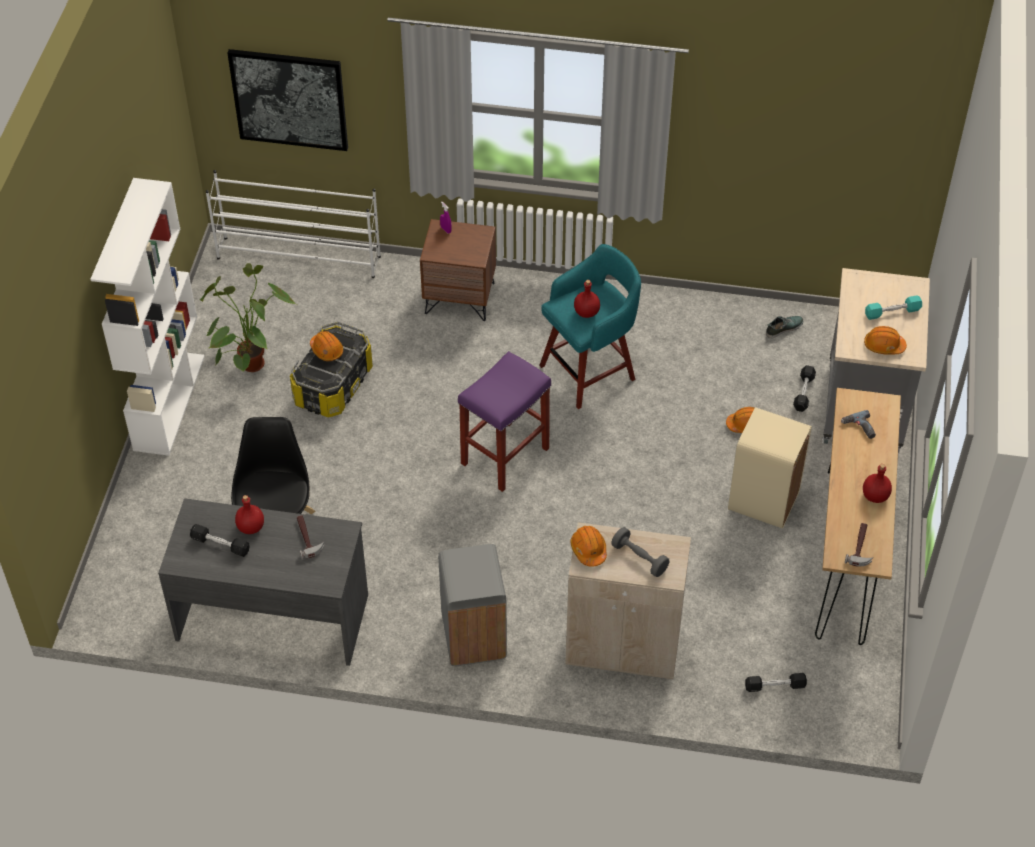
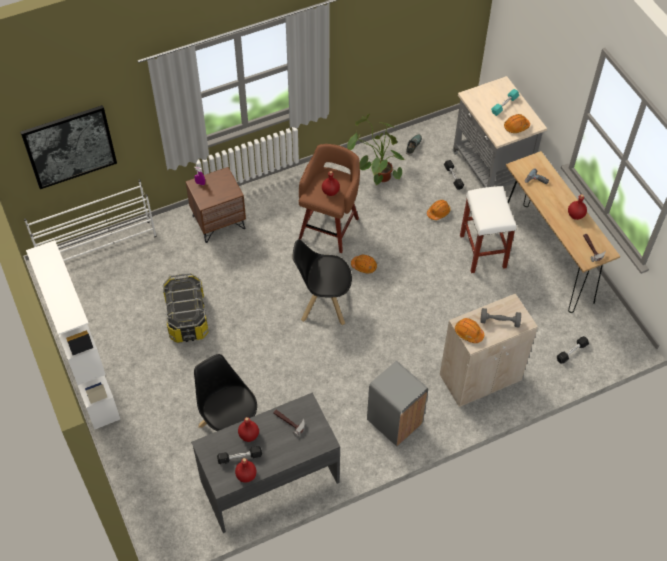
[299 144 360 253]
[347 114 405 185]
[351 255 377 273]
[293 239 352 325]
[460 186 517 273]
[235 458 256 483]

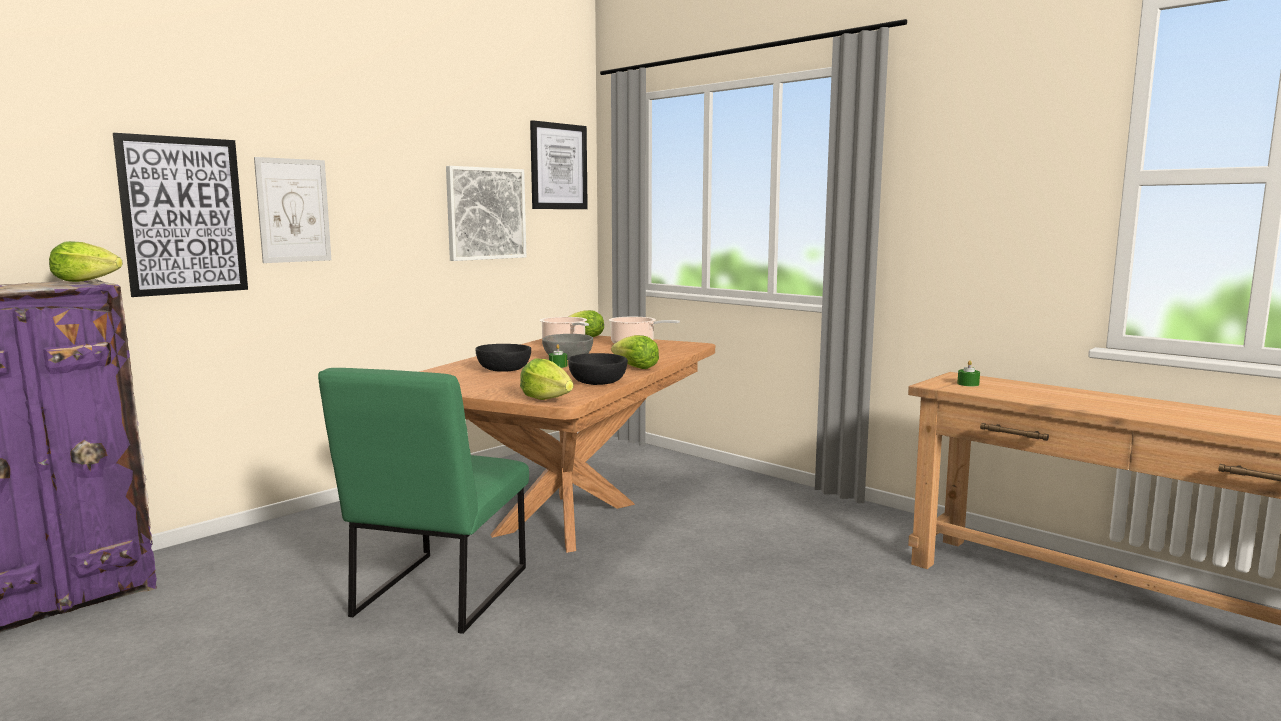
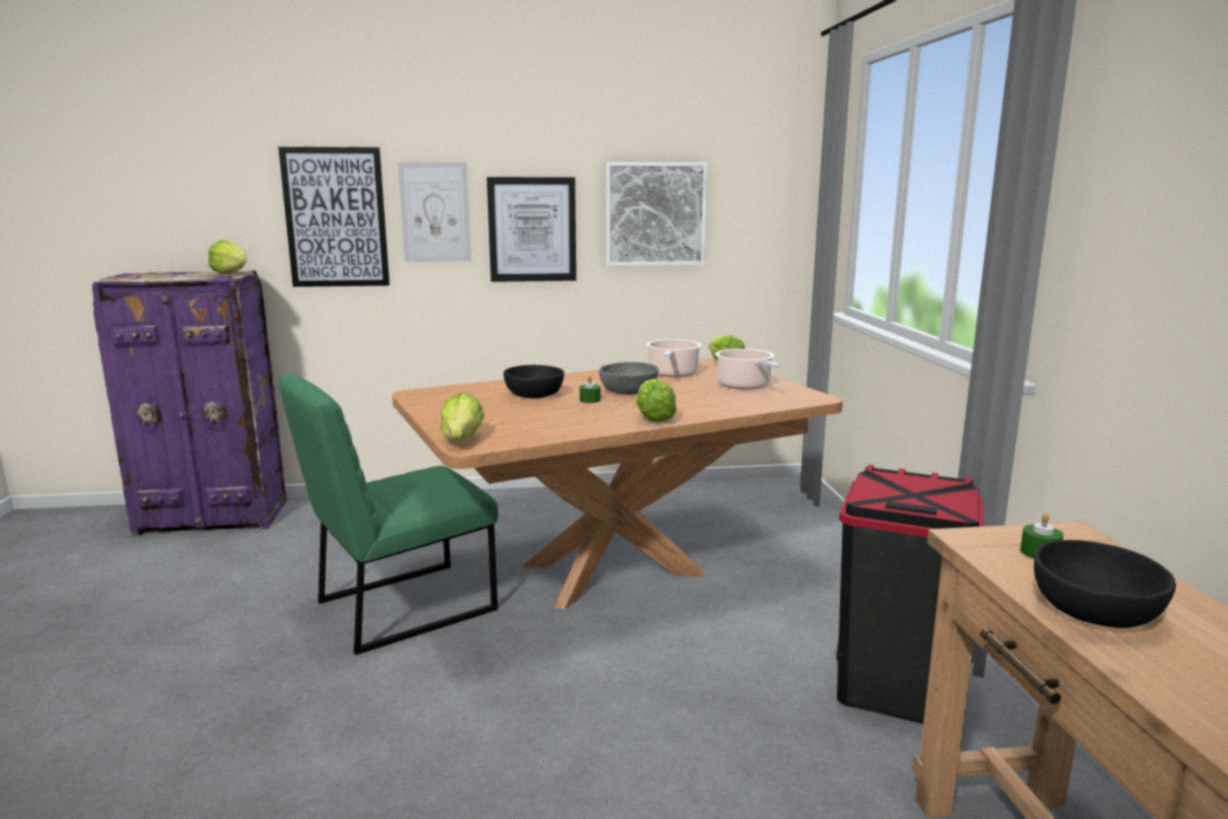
[487 177 576 282]
[1034 540 1176 628]
[836 465 984 724]

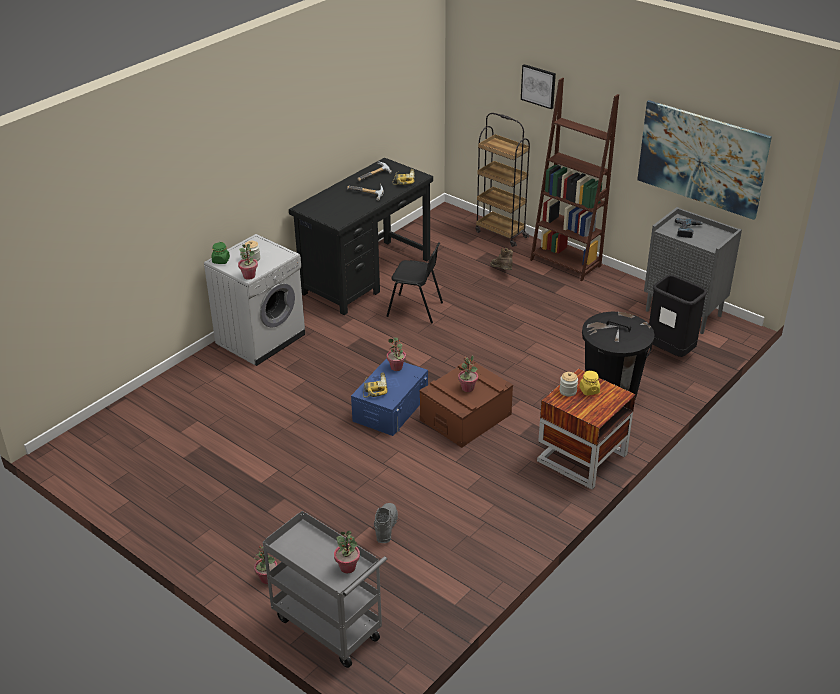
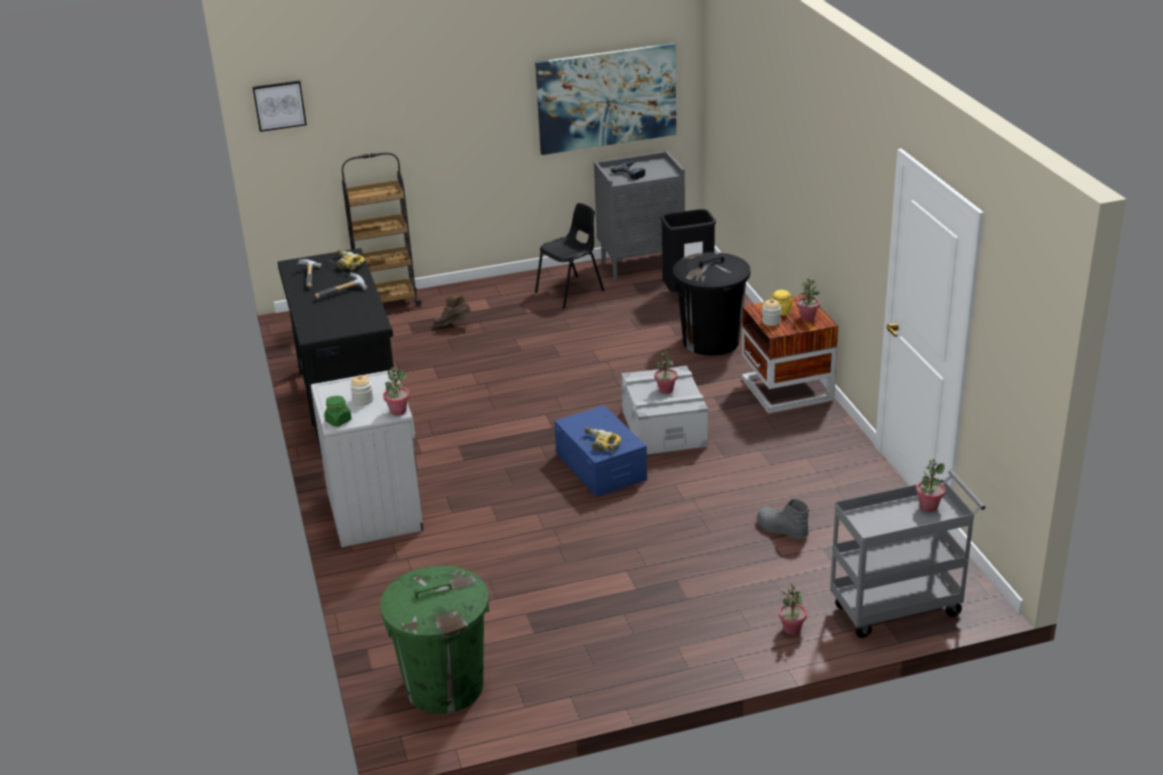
[253 81 307 132]
[530 78 619 281] (first image)
[535 203 604 309]
[797 279 820 322]
[621 365 708 455]
[380 565 489 714]

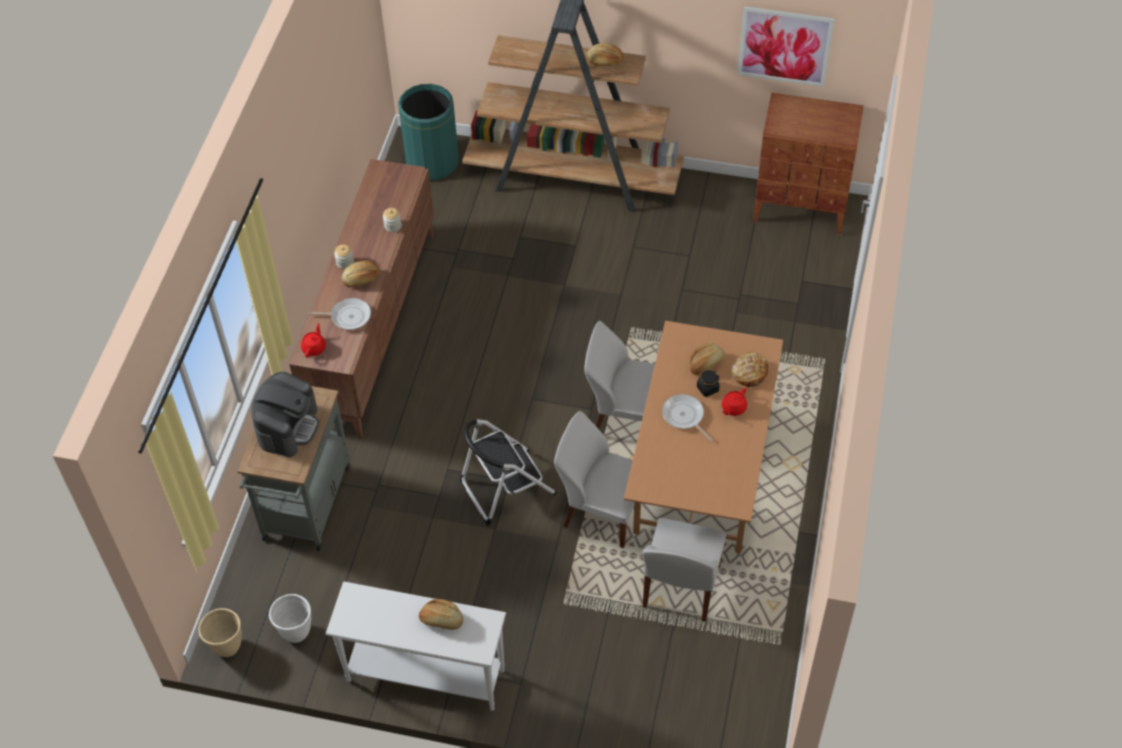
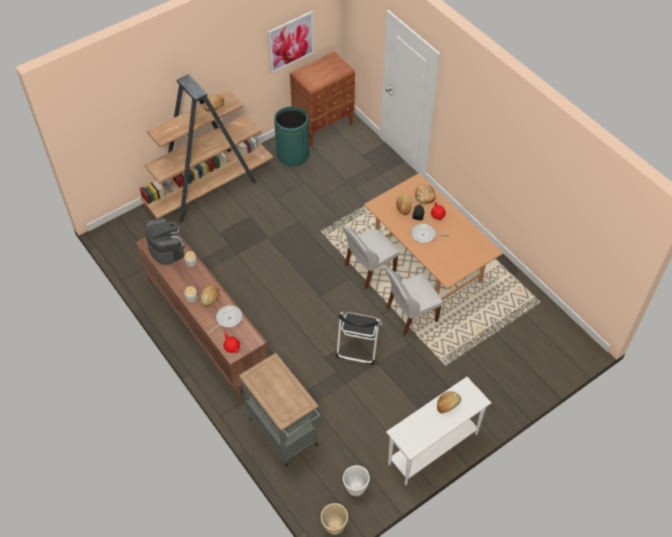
[274 106 309 166]
[145 218 185 265]
[642 518 726 622] (first image)

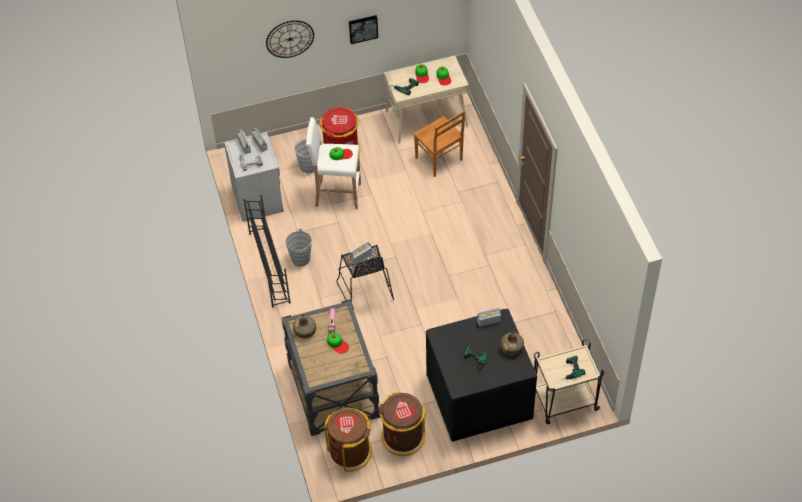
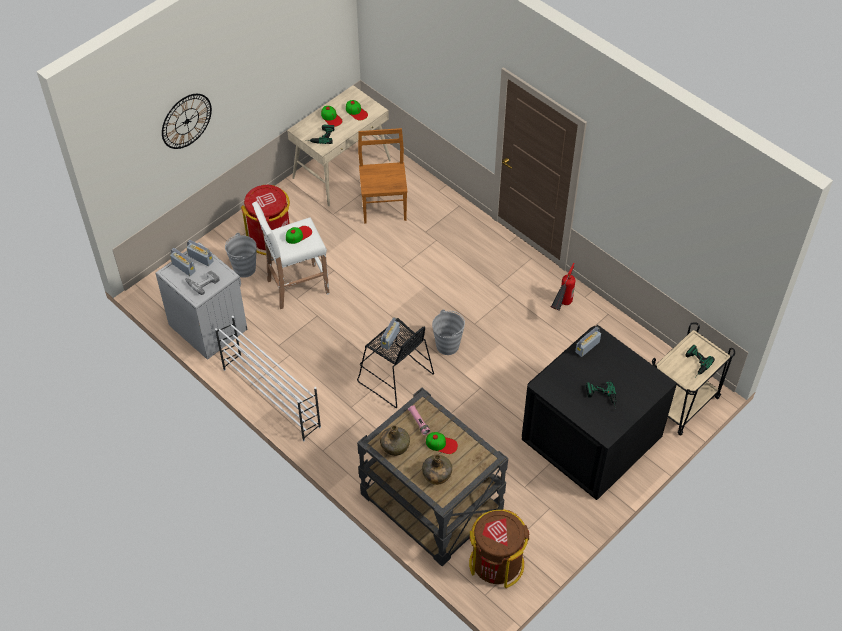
[349 15 378 44] (first image)
[358 128 407 224]
[215 316 321 441]
[432 310 465 355]
[422 454 452 485]
[379 392 426 456] (first image)
[551 263 576 311]

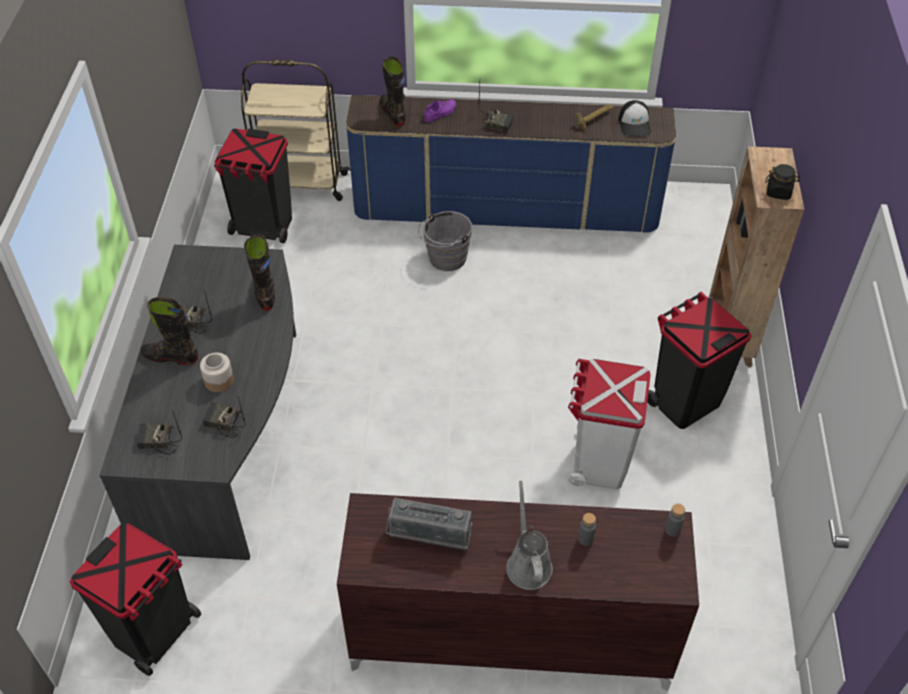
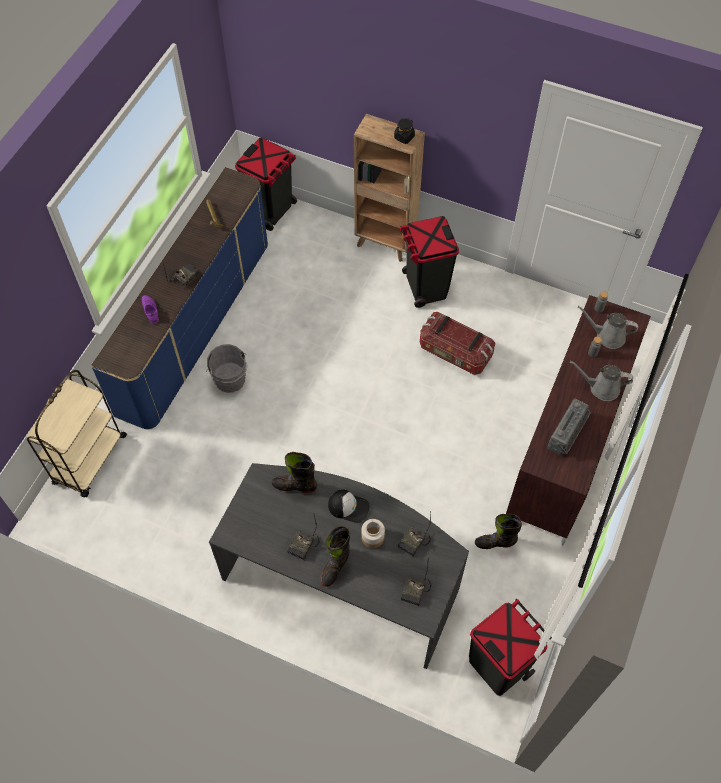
[475 514 522 549]
[328 489 370 523]
[235 137 297 231]
[420 312 496 375]
[578 306 639 349]

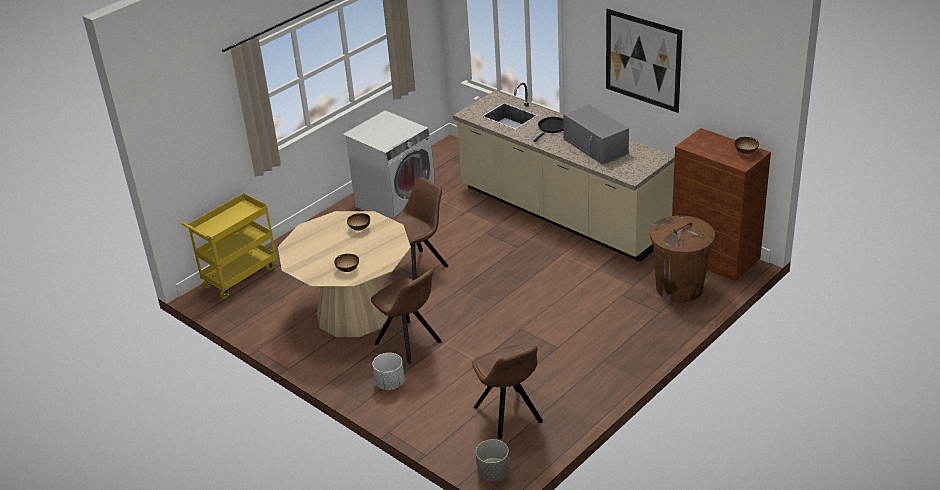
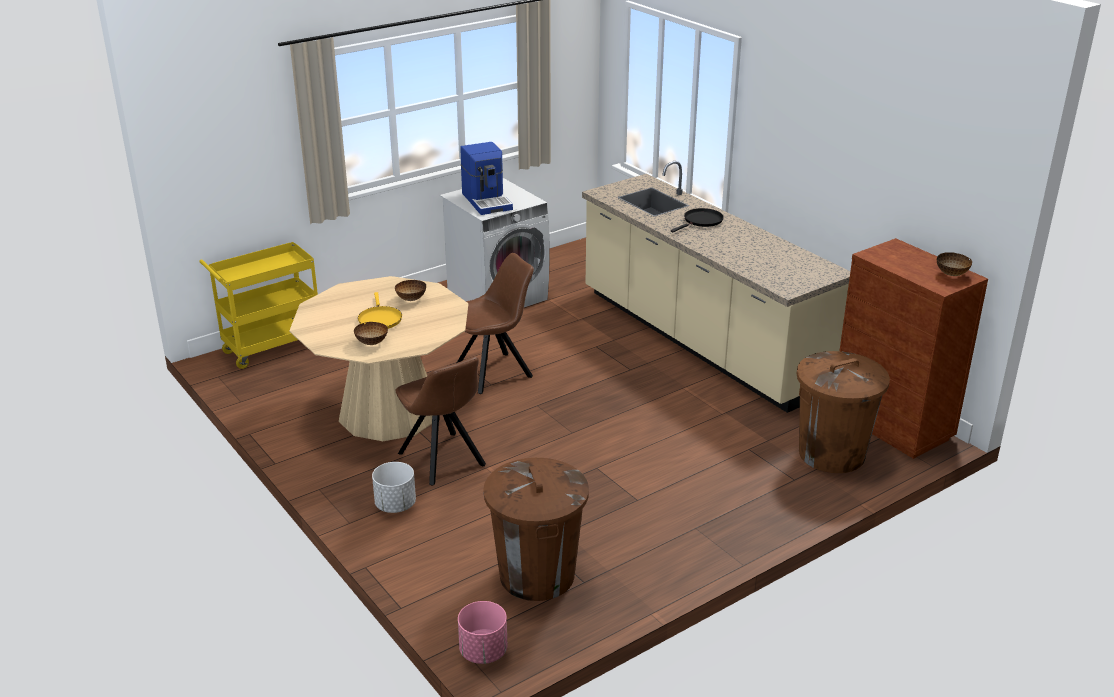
[606 9 682 113] (first image)
[563 104 629 165] (first image)
[483 458 589 601]
[458 601 507 664]
[460 142 513 215]
[358 292 402 329]

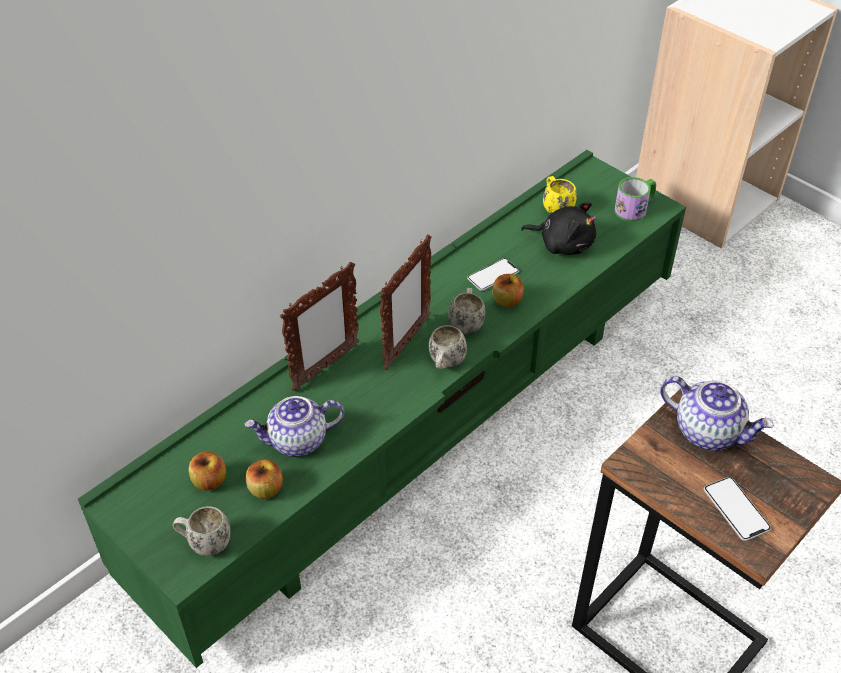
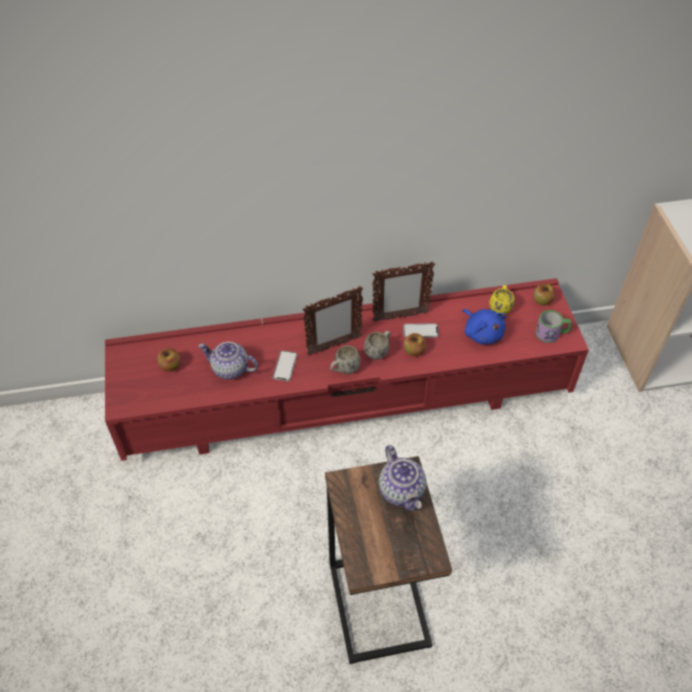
[105 278 589 461]
[463 309 506 345]
[372 261 435 322]
[534 283 555 306]
[273 351 297 381]
[173 506 231 556] (first image)

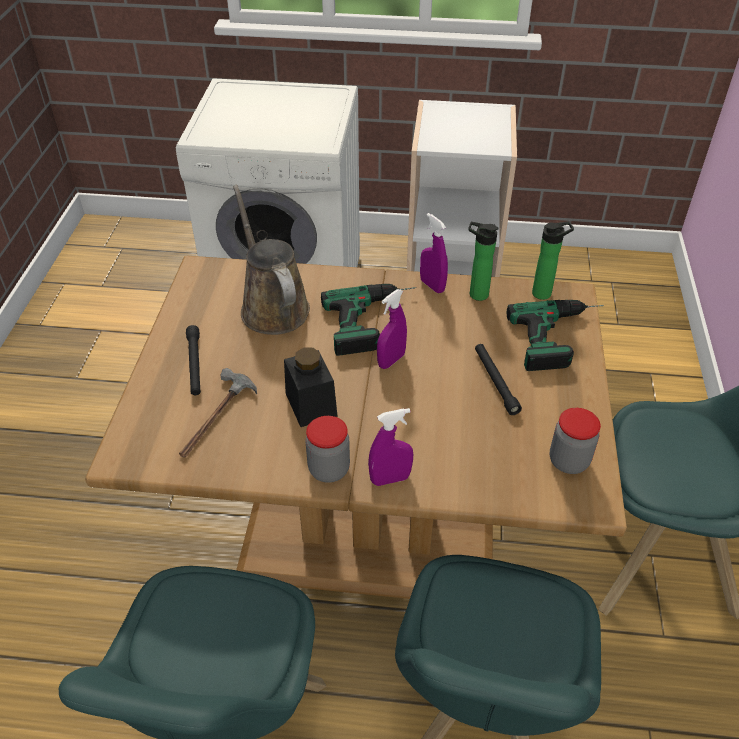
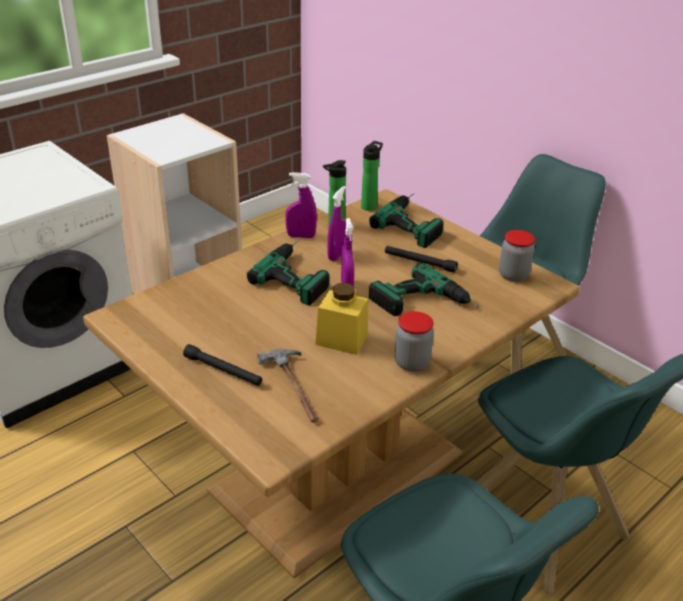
[233 185 310 335] (first image)
[316 283 368 355]
[328 186 346 261]
[369 262 483 316]

